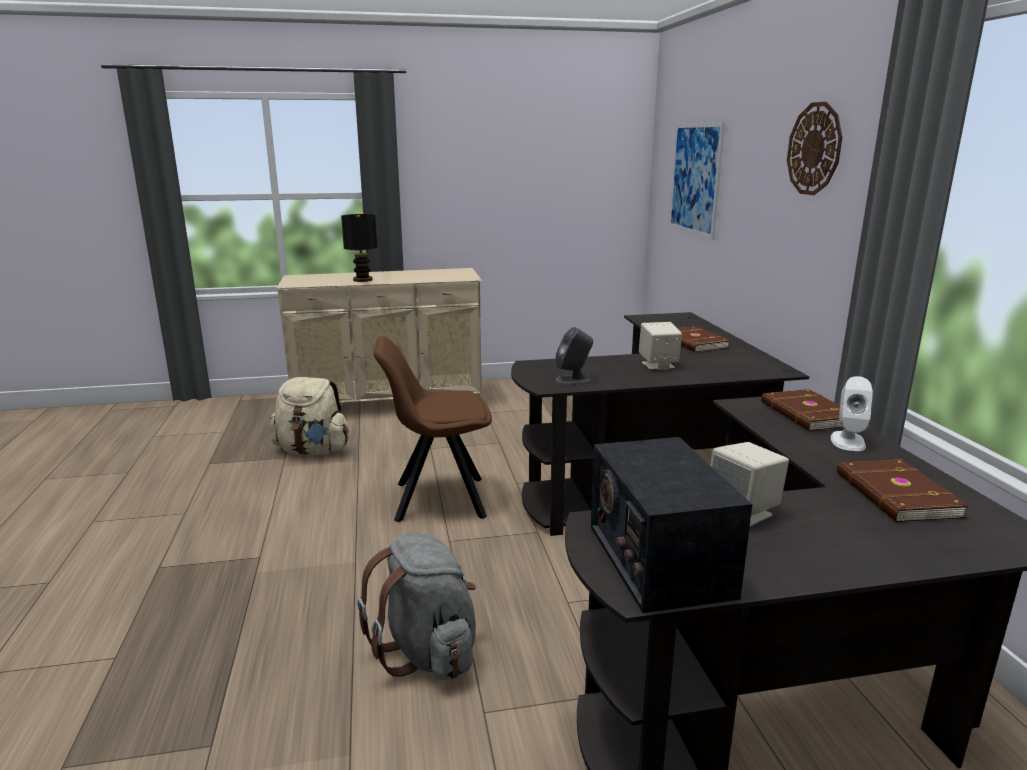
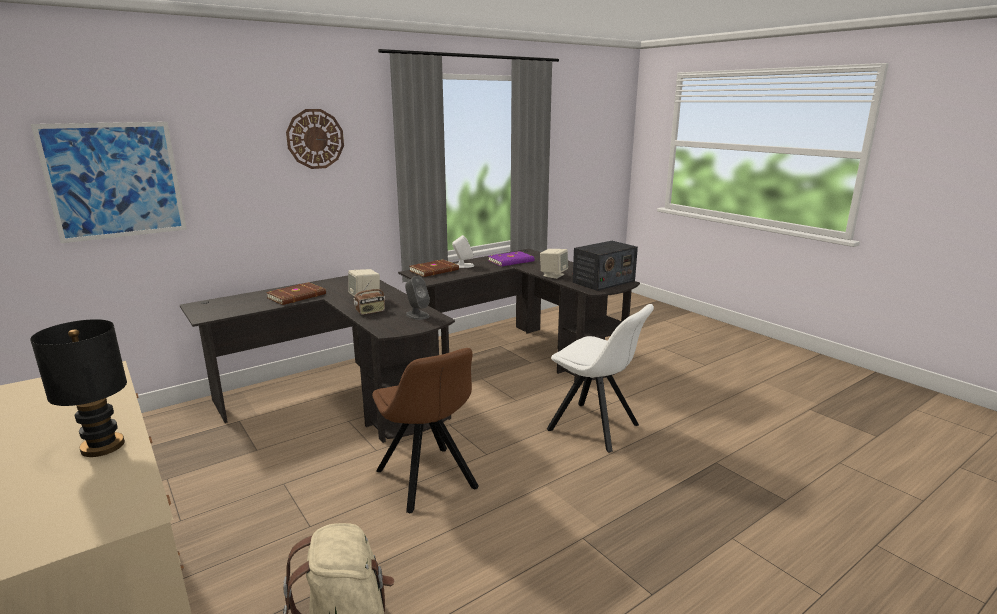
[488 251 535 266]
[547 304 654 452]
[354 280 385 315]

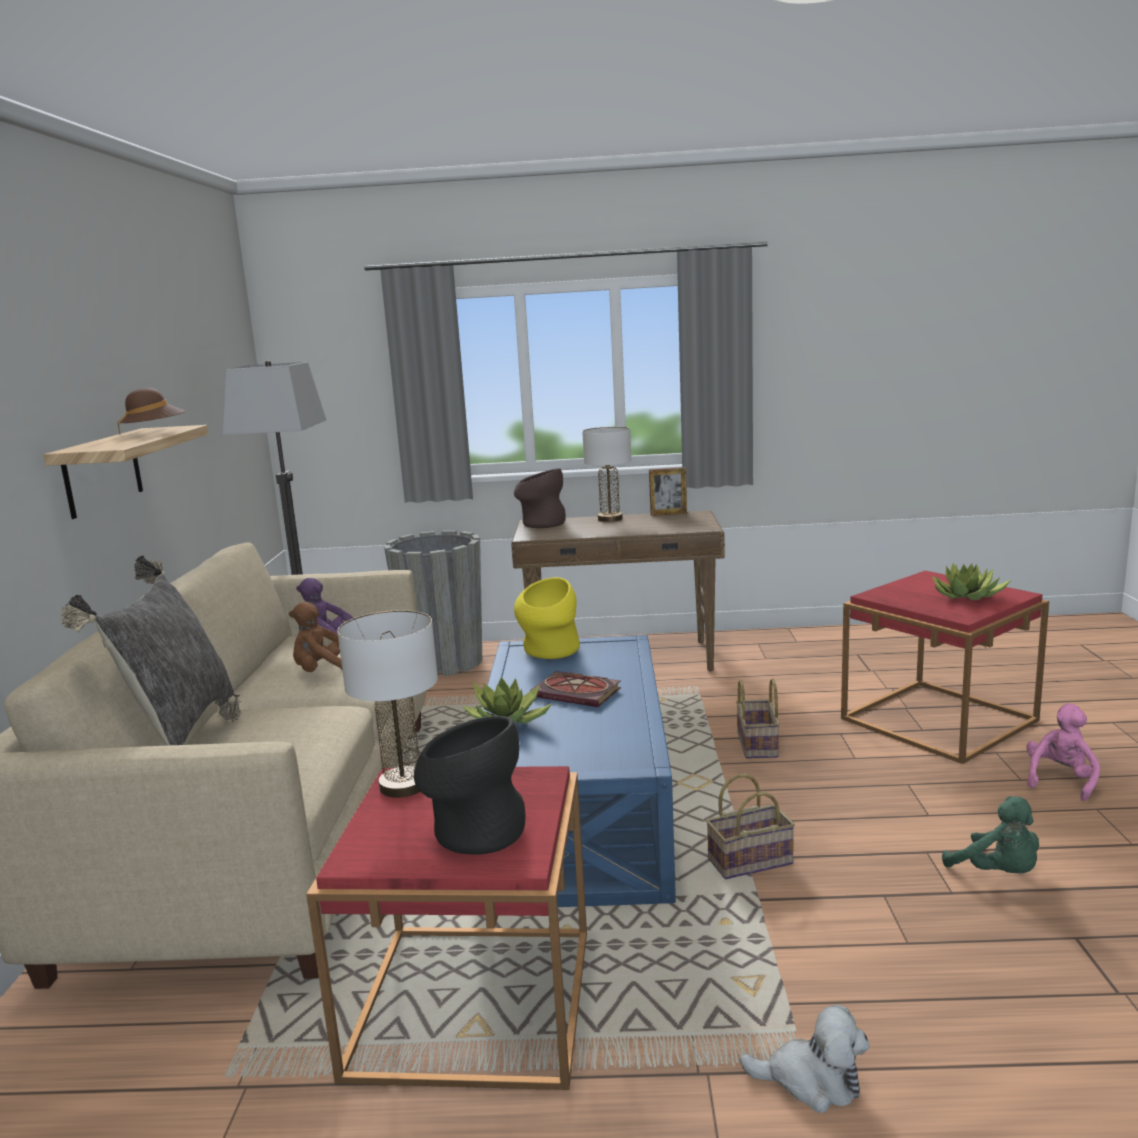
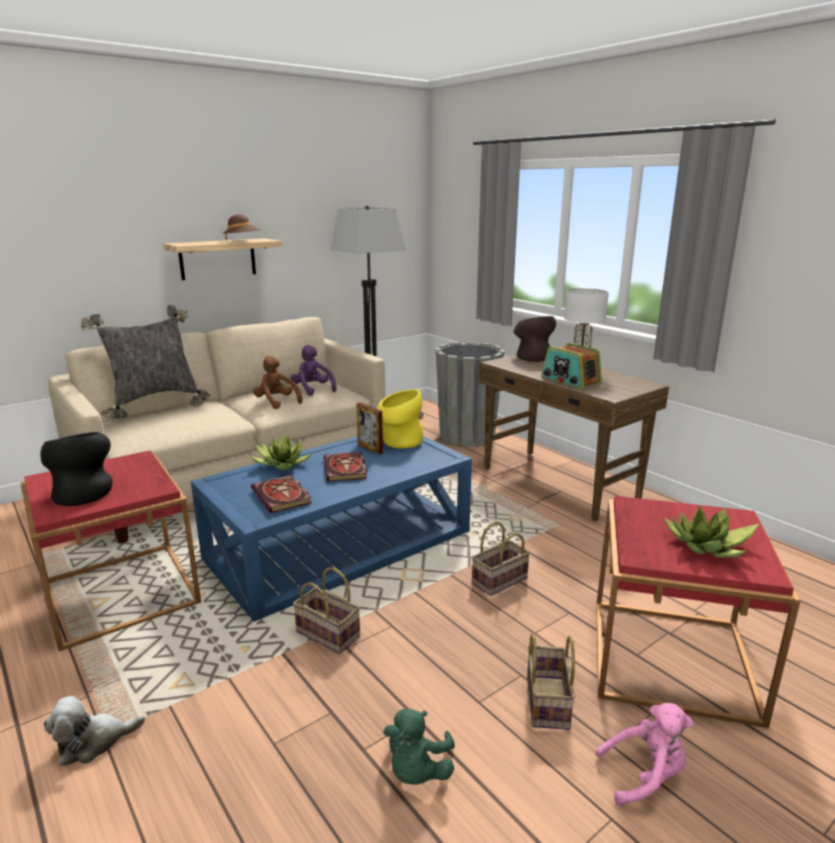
[356 402 383 455]
[337 610 438 798] (first image)
[44 696 145 766]
[541 343 602 389]
[251 475 312 513]
[527 633 575 730]

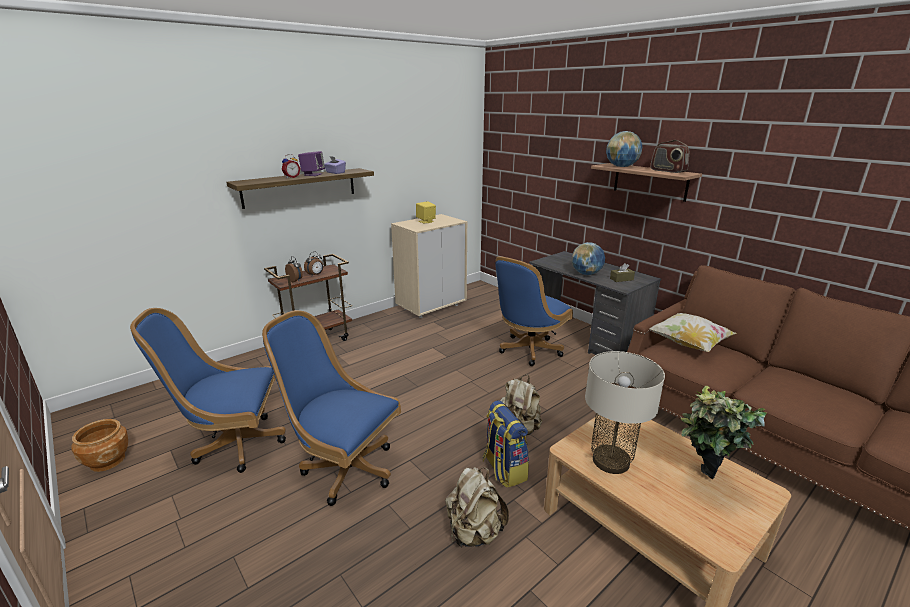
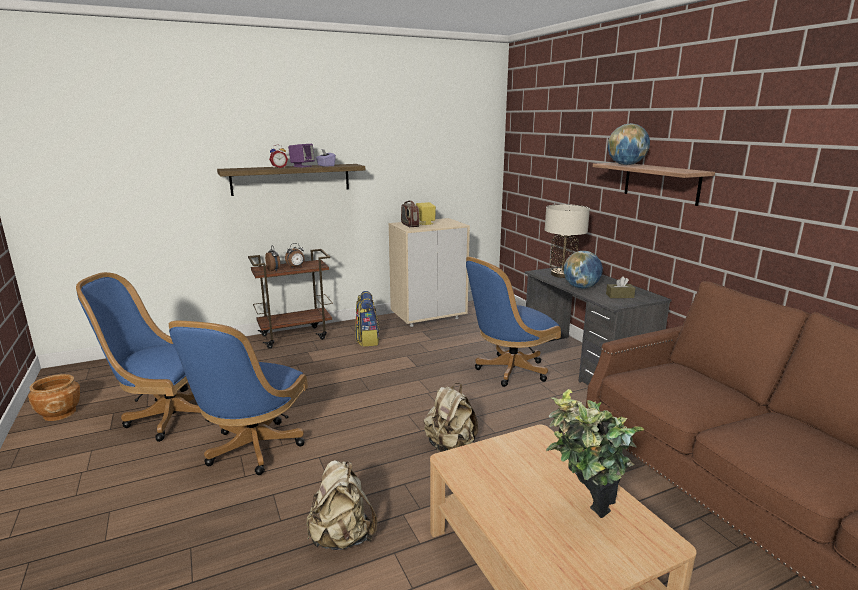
[401 200 420 227]
[169 321 308 475]
[649 313 737 352] (first image)
[545 204 590 278]
[355 291 380 347]

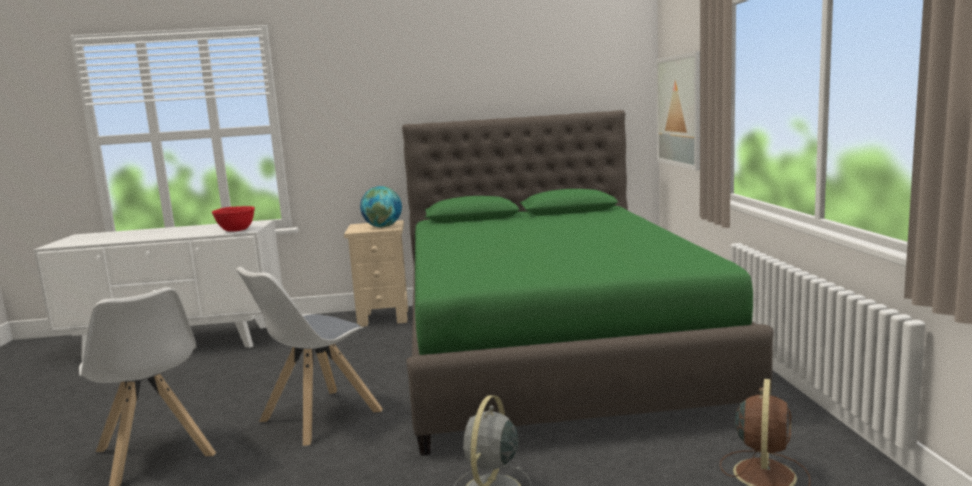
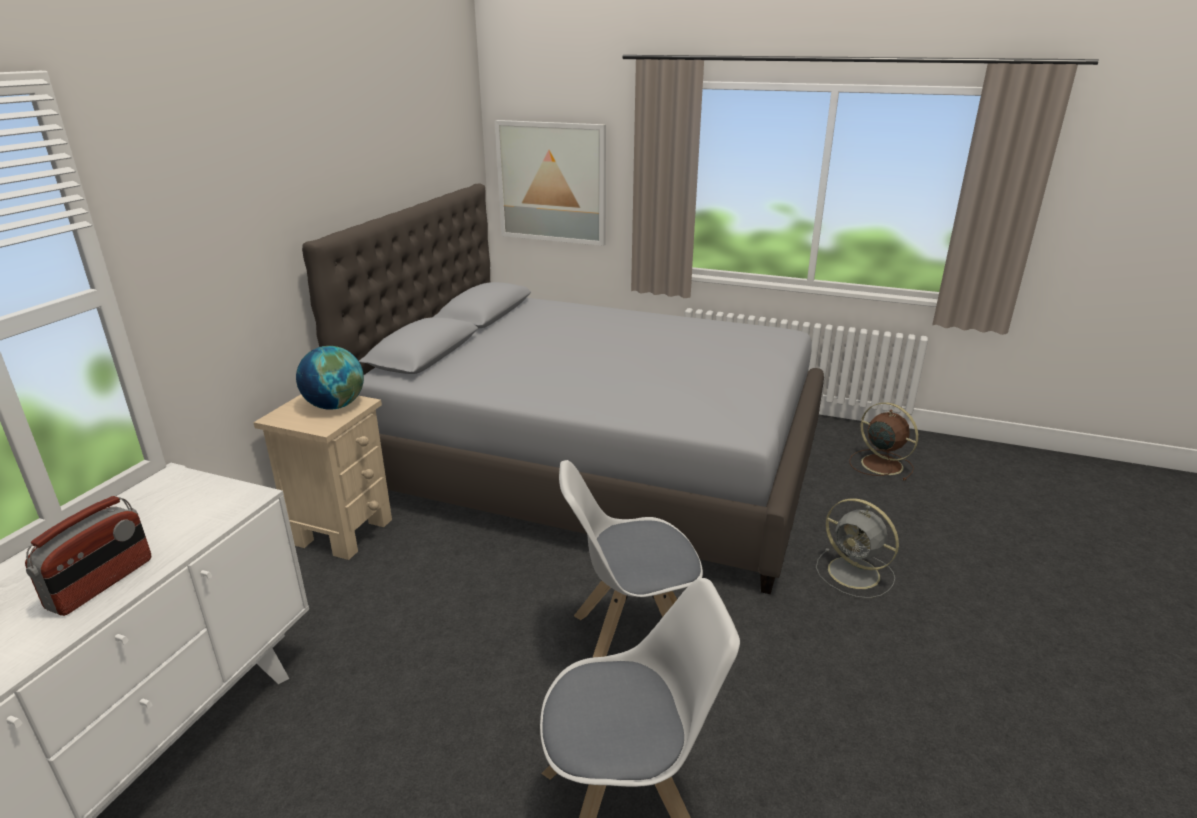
[302 183 824 594]
[212 206 255 232] (first image)
[559 460 703 658]
[25 496 151 616]

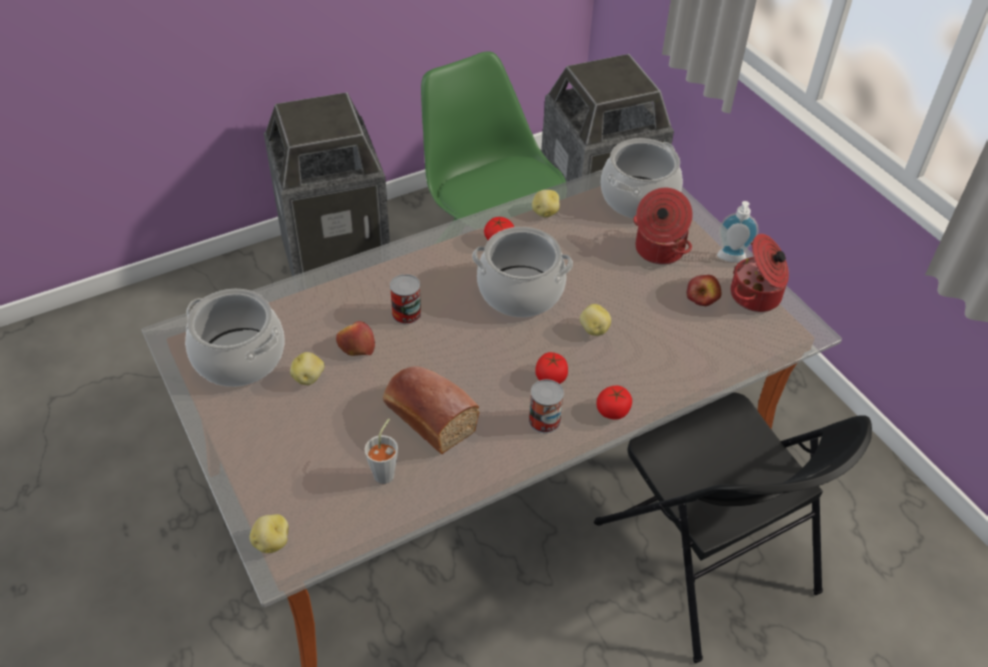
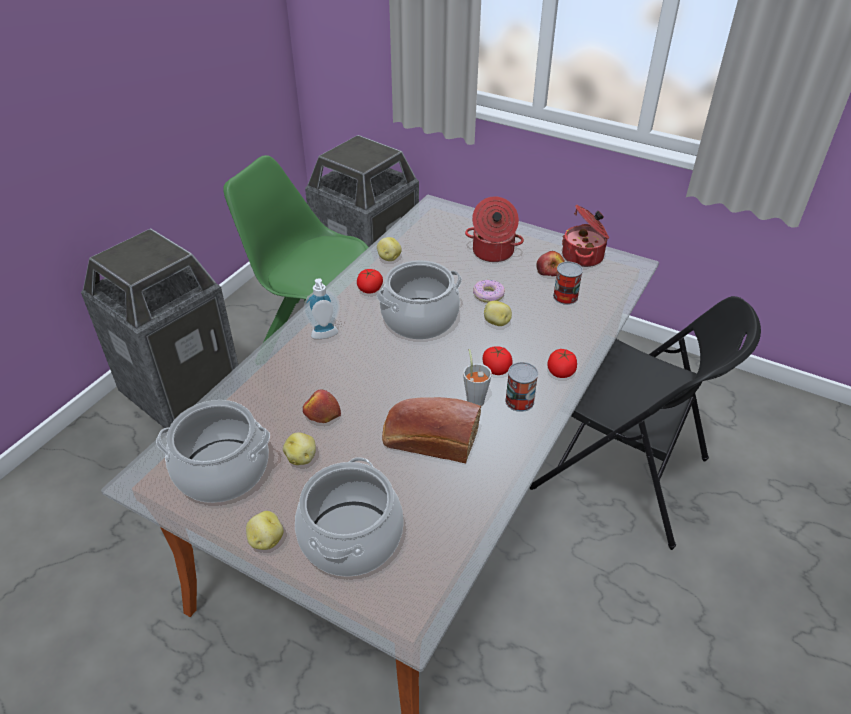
[295 457 404 577]
[303 278 340 339]
[553 262 583 305]
[463 349 492 406]
[246 511 283 550]
[473 280 505 303]

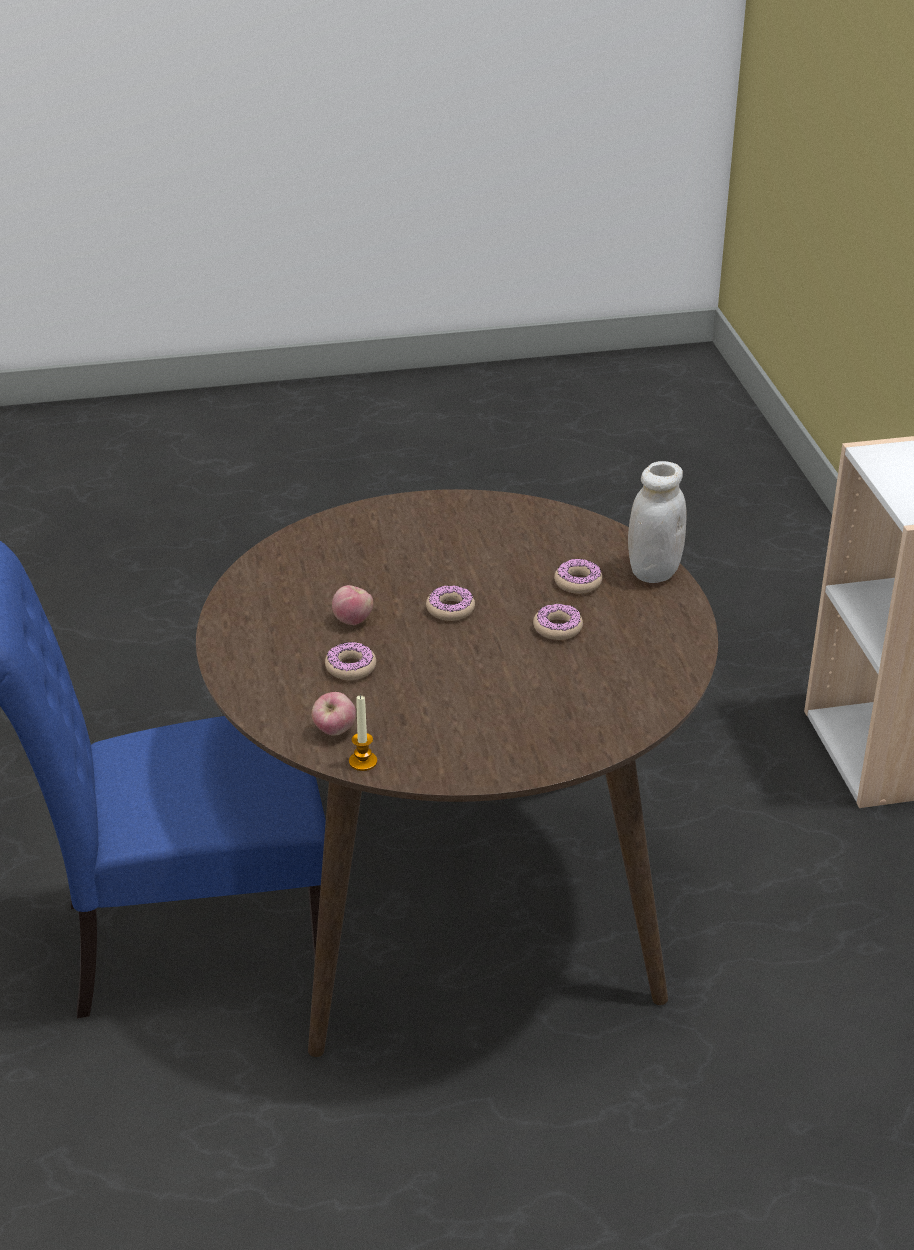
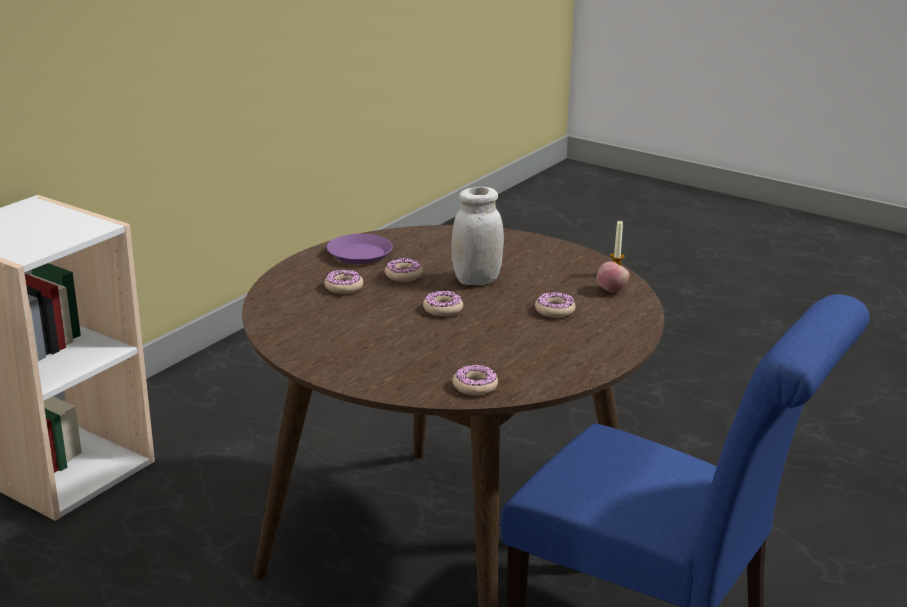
[451 187 504 285]
[332 585 373 625] (first image)
[327 234 393 264]
[452 365 498 396]

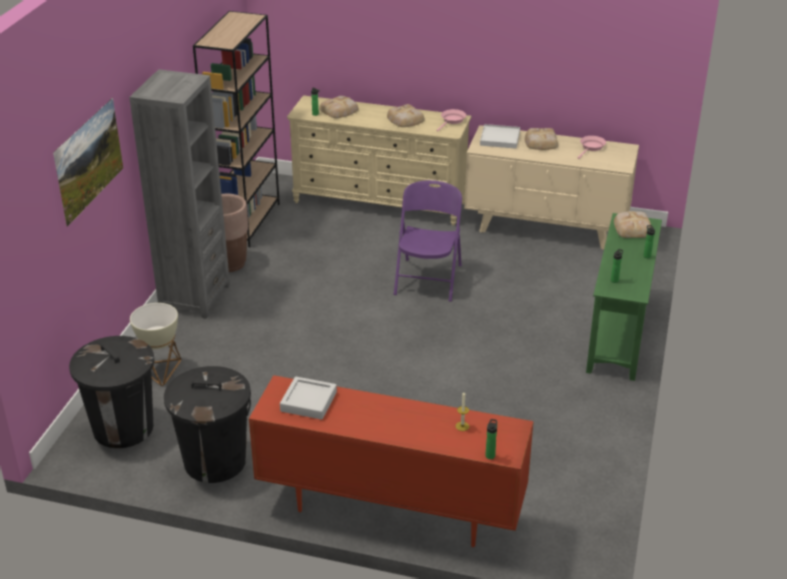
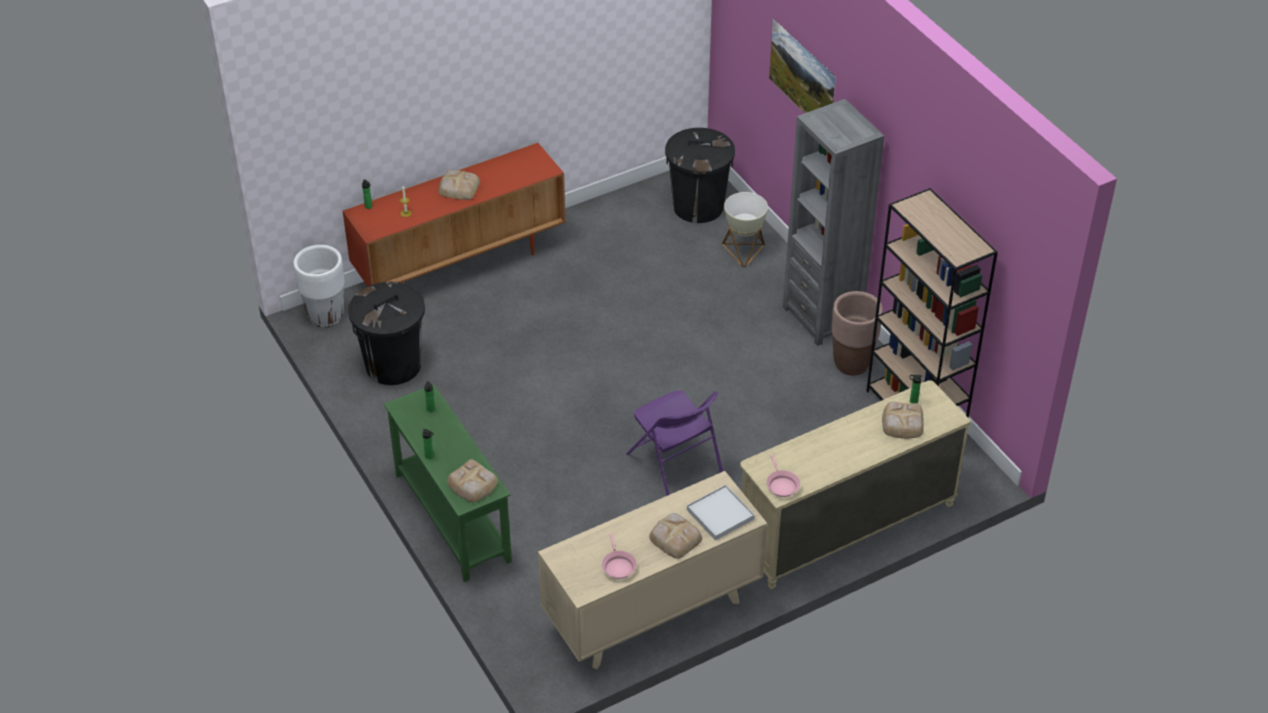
[438 170 480 200]
[348 282 425 385]
[280 376 337 420] (first image)
[293 245 345 328]

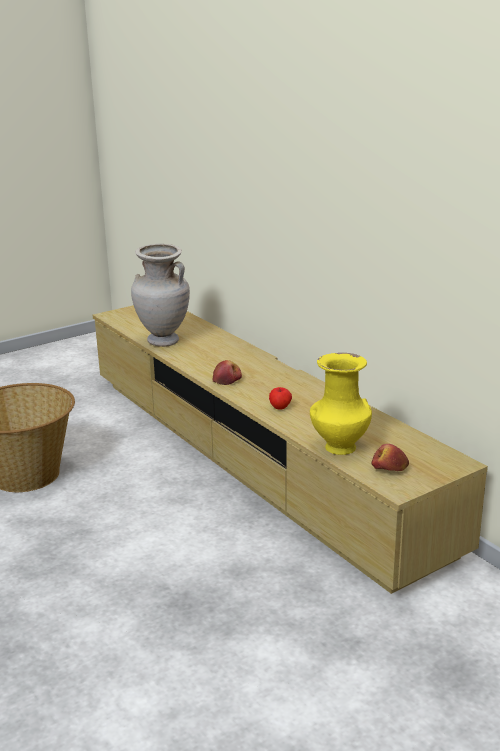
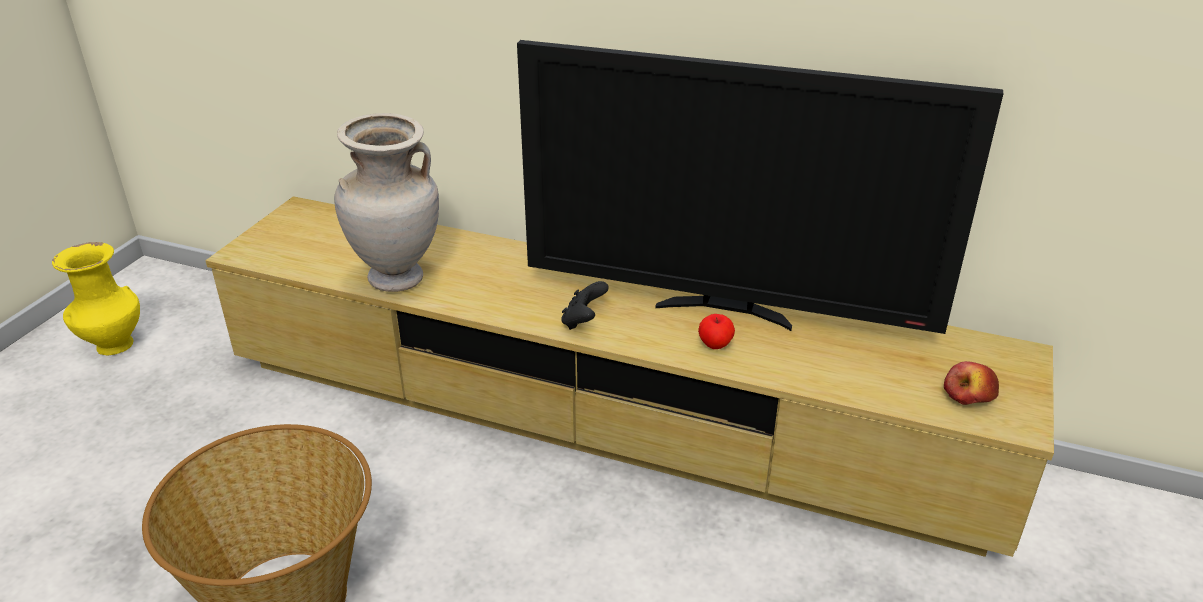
[52 242 140 355]
[561 281 609 330]
[517 40 1003 334]

